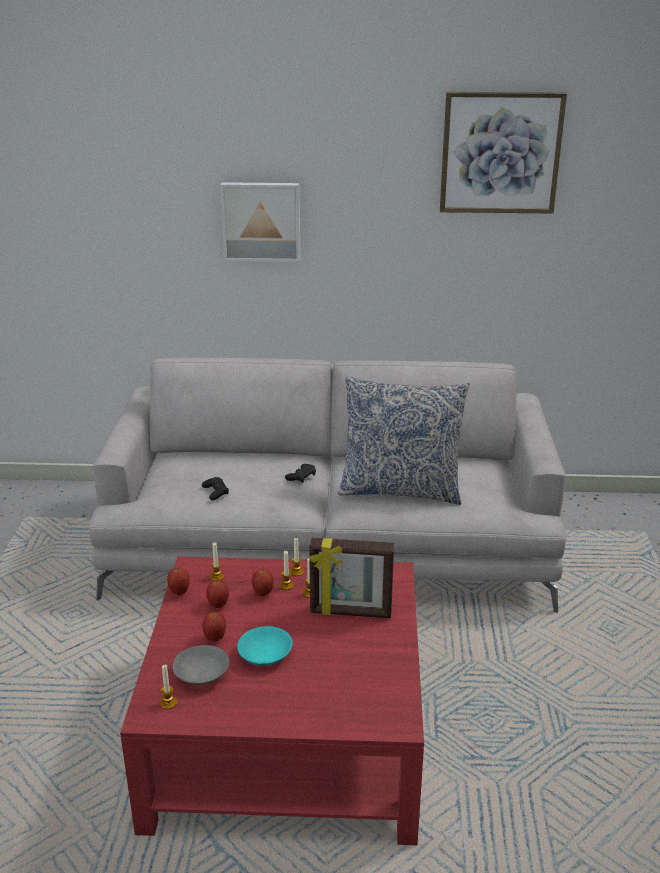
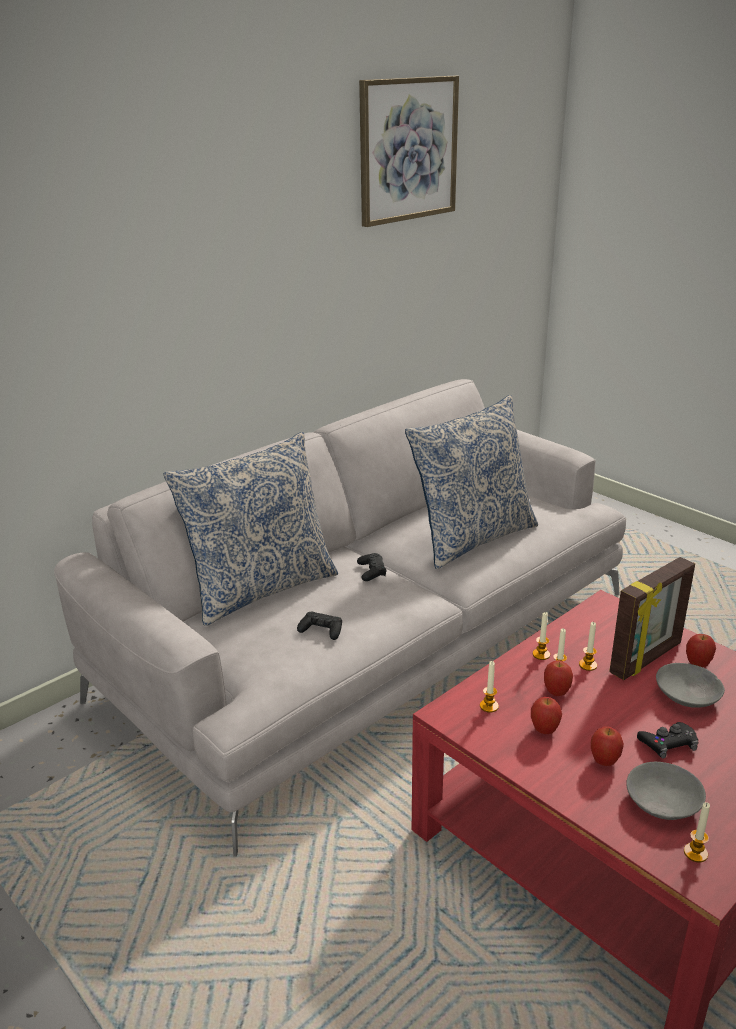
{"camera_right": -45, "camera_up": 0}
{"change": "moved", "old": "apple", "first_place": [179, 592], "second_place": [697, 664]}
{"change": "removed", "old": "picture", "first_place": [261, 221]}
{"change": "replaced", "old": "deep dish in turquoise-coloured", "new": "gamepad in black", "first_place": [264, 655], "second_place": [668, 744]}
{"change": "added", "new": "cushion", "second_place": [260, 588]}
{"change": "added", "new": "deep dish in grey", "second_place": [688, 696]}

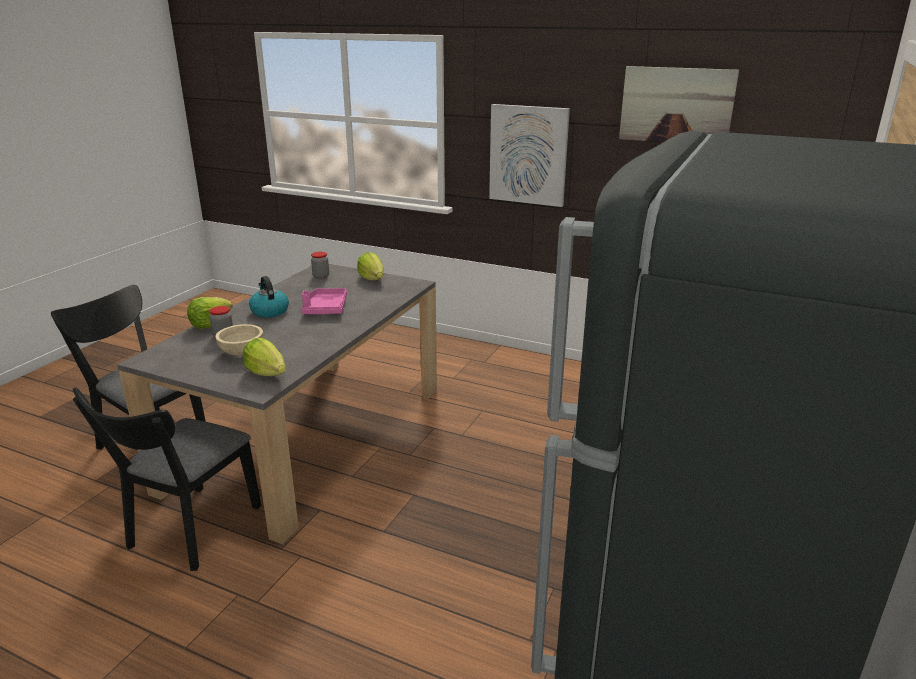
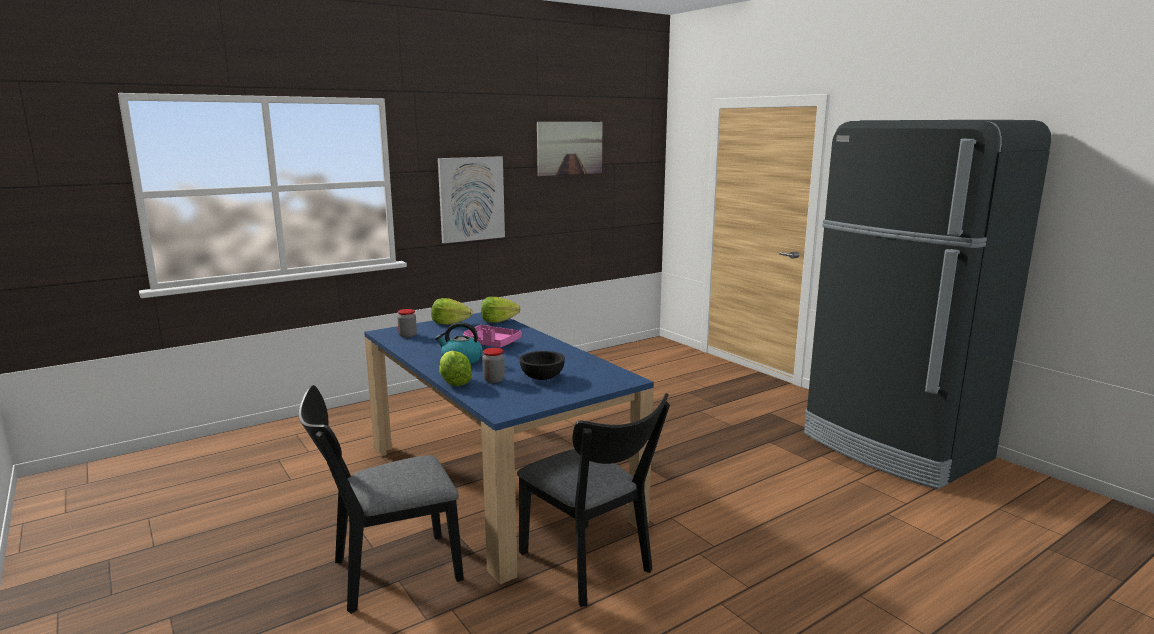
{"camera_right": -60, "camera_up": -10}
{"change": "recoloured", "old": "dining table in grey", "new": "dining table in blue", "first_place": [309, 436], "second_place": [496, 482]}
{"change": "recoloured", "old": "deep dish in beige-coloured", "new": "deep dish in black", "first_place": [241, 352], "second_place": [542, 377]}
{"change": "moved", "old": "head of lettuce", "first_place": [267, 373], "second_place": [498, 321]}

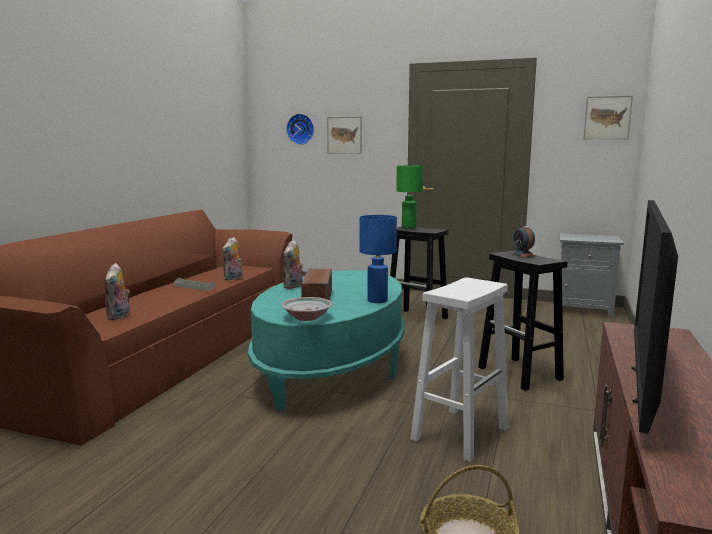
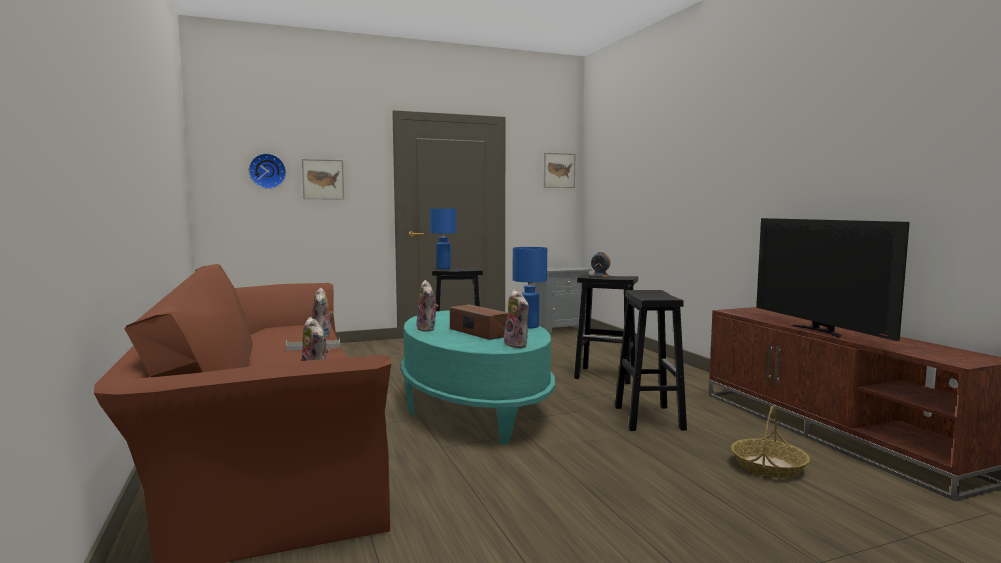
{"camera_right": -40, "camera_up": -5}
{"change": "replaced", "old": "deep dish", "new": "cuddly toy", "first_place": [306, 317], "second_place": [518, 345]}
{"change": "recoloured", "old": "tabletop lamp in green", "new": "tabletop lamp in blue", "first_place": [409, 227], "second_place": [443, 268]}
{"change": "recoloured", "old": "stool seat in whitish", "new": "stool seat in black", "first_place": [460, 433], "second_place": [648, 417]}

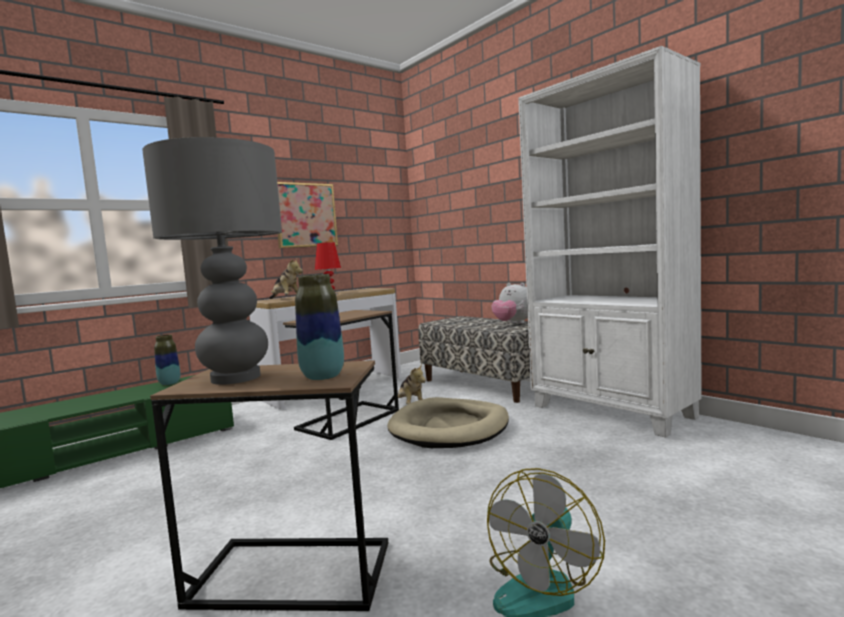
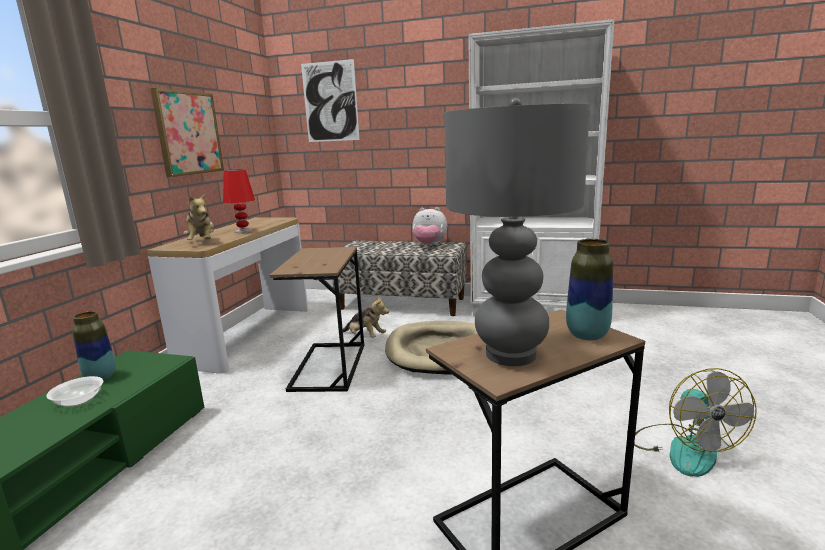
{"camera_right": -35, "camera_up": 10}
{"change": "turned", "old": "cuddly toy", "first_place": [286, 299], "second_place": [202, 242], "degrees": 60}
{"change": "added", "new": "deep dish", "second_place": [79, 400]}
{"change": "added", "new": "picture", "second_place": [330, 102]}

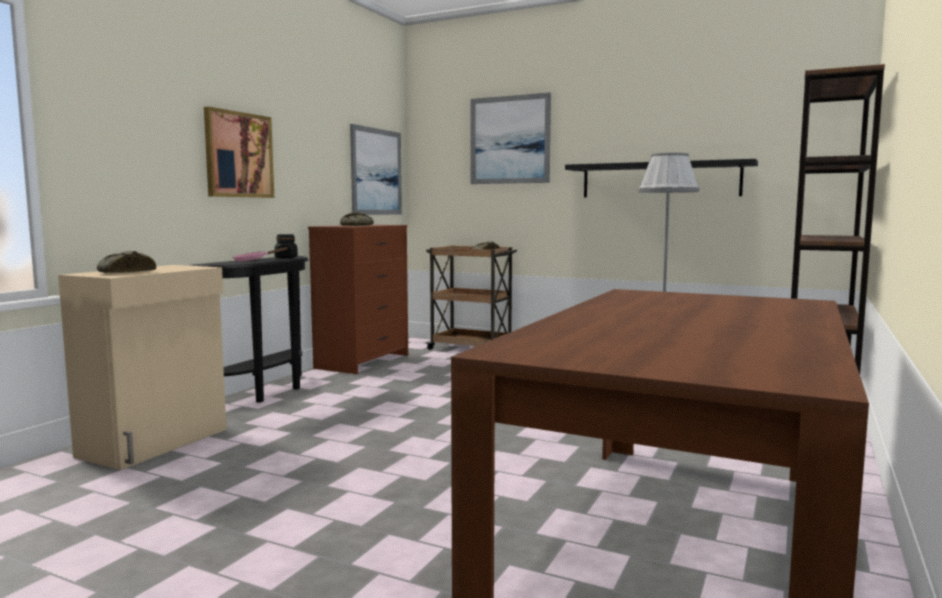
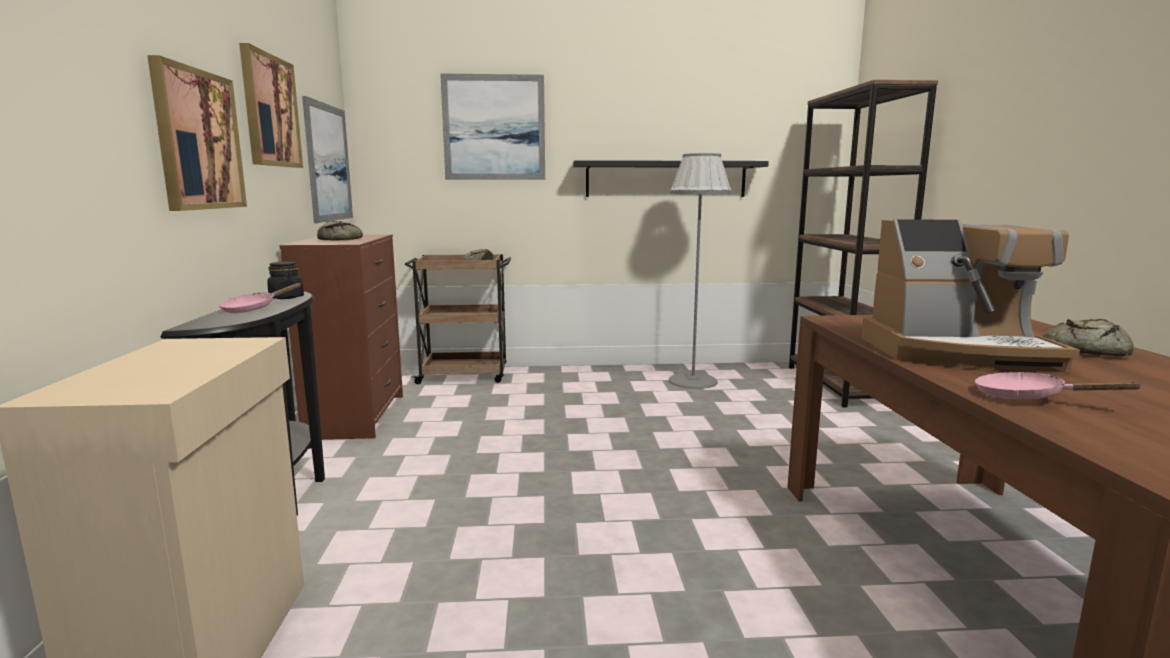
{"camera_right": -30, "camera_up": 5}
{"change": "moved", "old": "bread", "first_place": [124, 272], "second_place": [1082, 349]}
{"change": "added", "new": "picture", "second_place": [270, 111]}
{"change": "added", "new": "coffee maker", "second_place": [957, 353]}
{"change": "added", "new": "skillet in pink-coloured", "second_place": [1028, 397]}

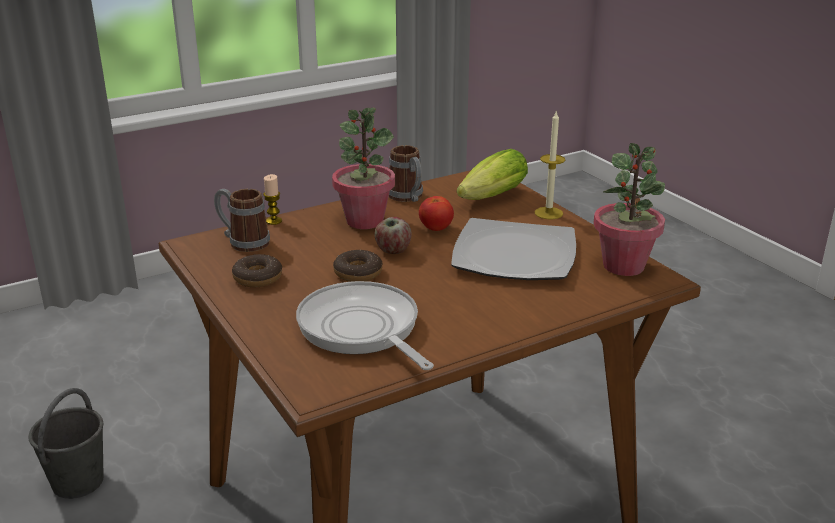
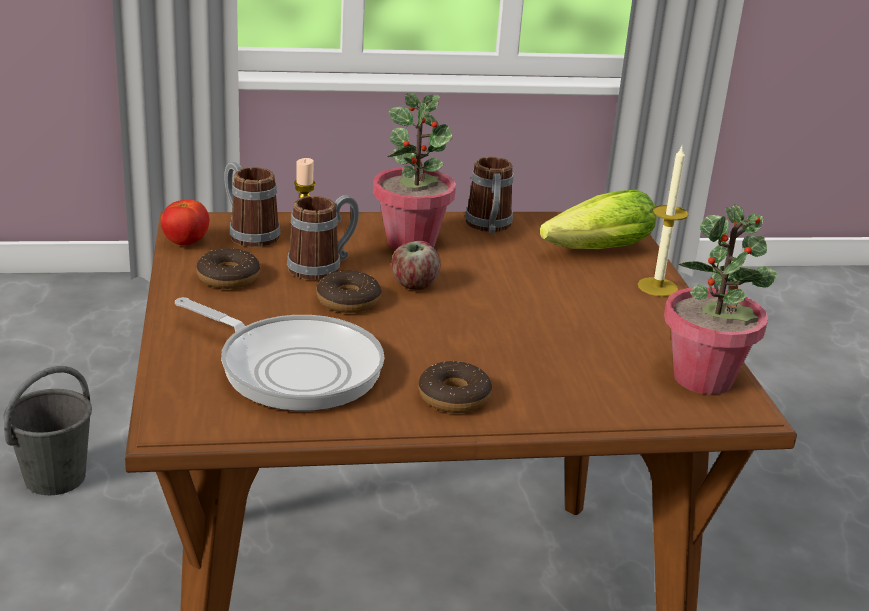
{"camera_right": 20, "camera_up": 0}
{"change": "turned", "old": "skillet", "first_place": [362, 330], "second_place": [293, 368], "degrees": 135}
{"change": "moved", "old": "fresh tomato", "first_place": [436, 228], "second_place": [185, 242]}
{"change": "removed", "old": "dinner plate", "first_place": [515, 256]}
{"change": "added", "new": "tea mug", "second_place": [323, 267]}
{"change": "added", "new": "doughnut", "second_place": [454, 397]}

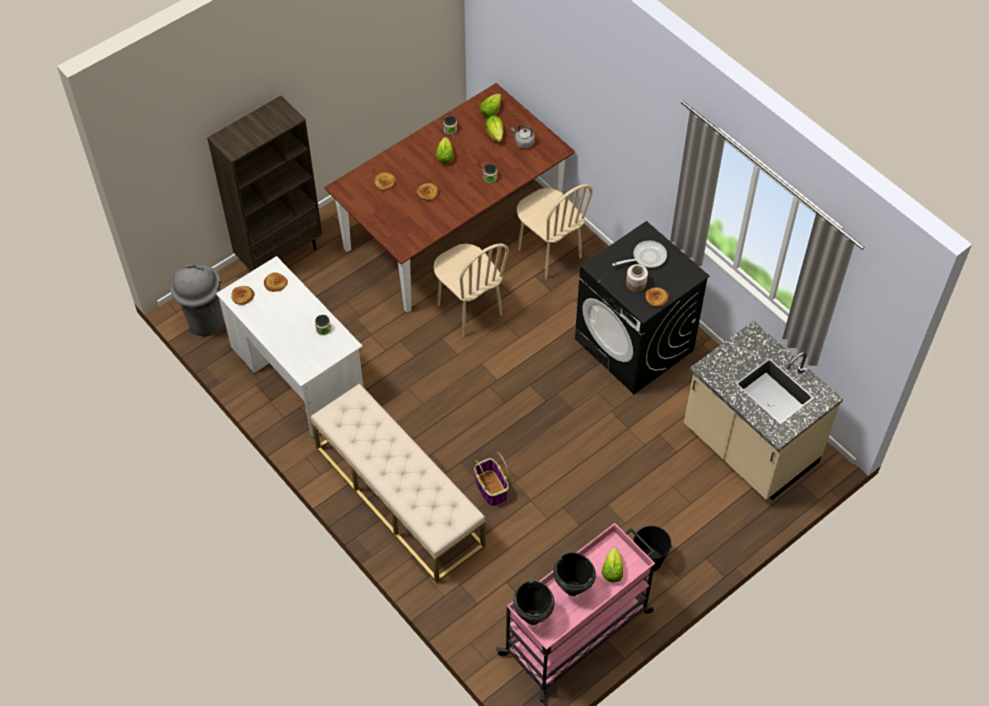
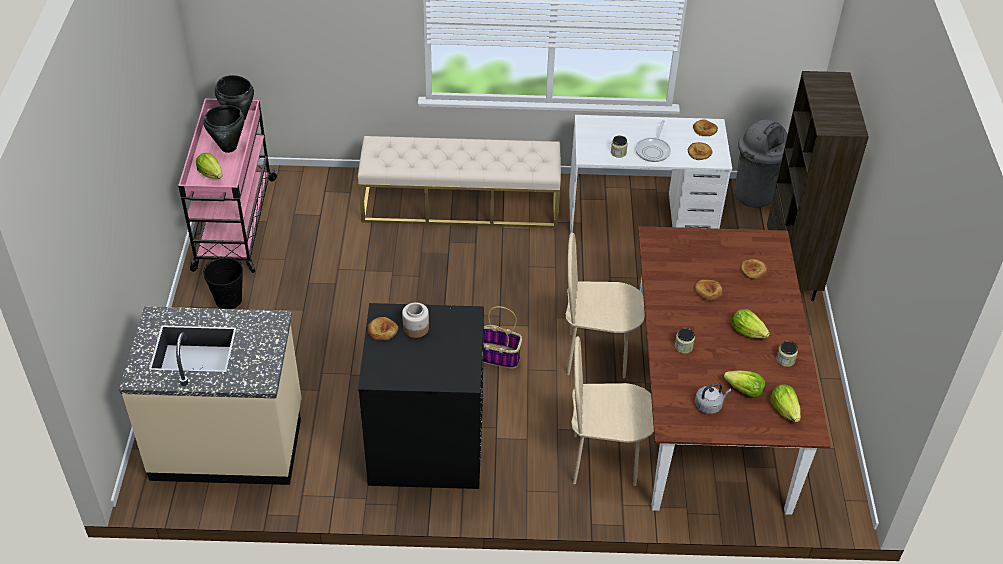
{"camera_right": 130, "camera_up": -10}
{"change": "moved", "old": "household basket", "first_place": [490, 488], "second_place": [498, 356]}
{"change": "moved", "old": "skillet", "first_place": [646, 257], "second_place": [653, 150]}

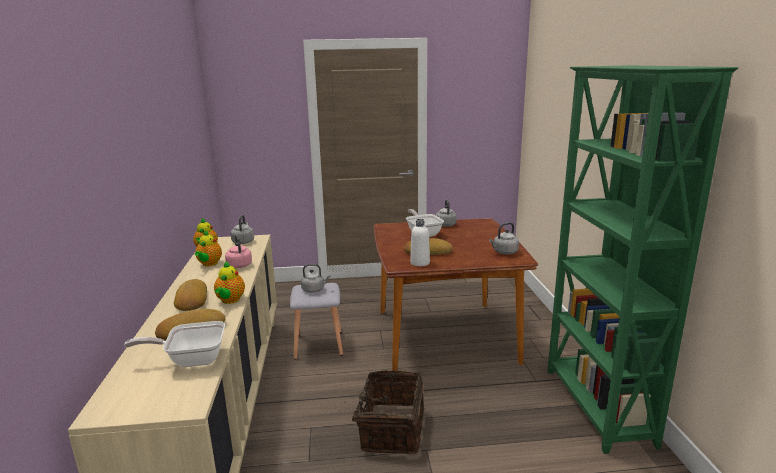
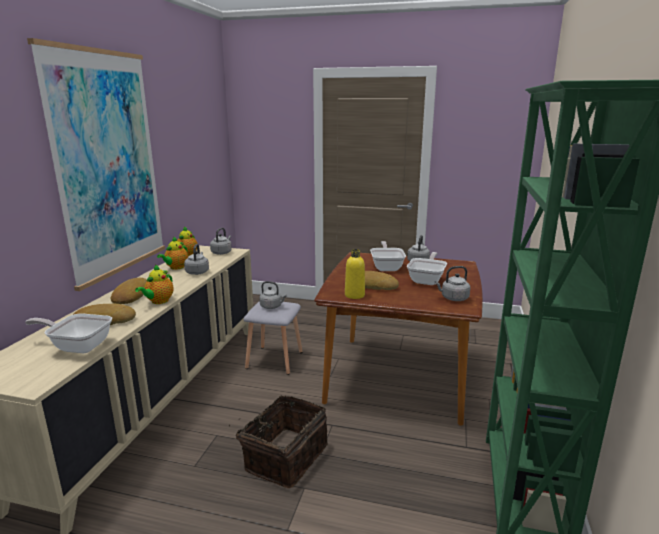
{"camera_right": 20, "camera_up": 0}
{"change": "recoloured", "old": "kettle in pink-coloured", "new": "kettle in grey", "first_place": [239, 265], "second_place": [197, 272]}
{"change": "recoloured", "old": "bottle in whitish", "new": "bottle in yellowish", "first_place": [420, 263], "second_place": [354, 295]}
{"change": "added", "new": "picture", "second_place": [108, 165]}
{"change": "added", "new": "skillet", "second_place": [427, 280]}

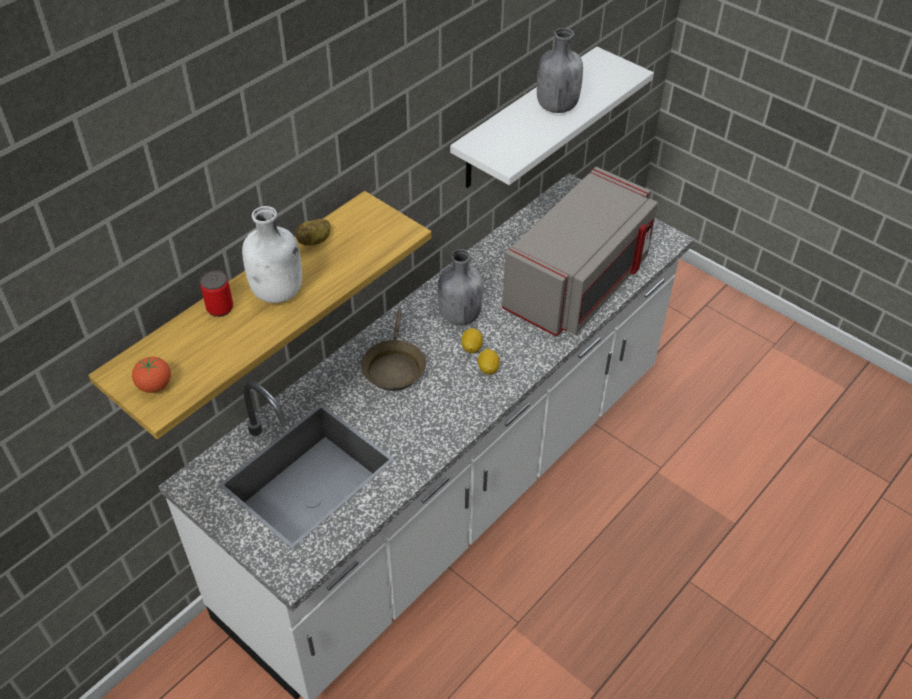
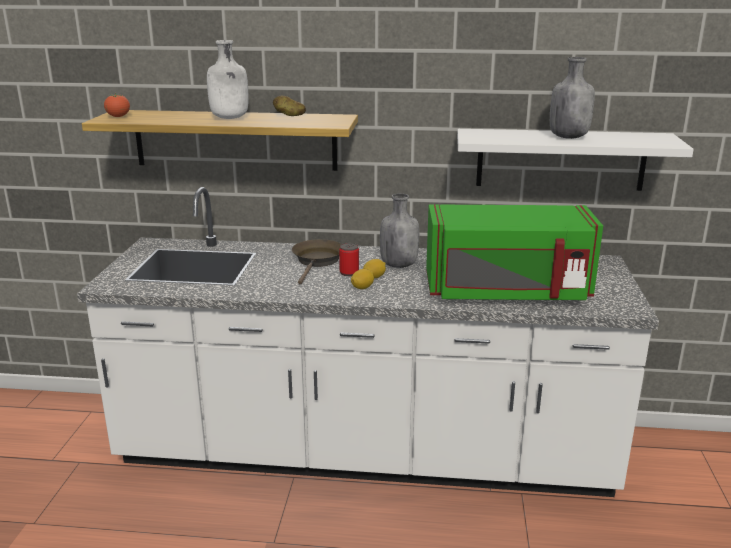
{"camera_right": 55, "camera_up": -25}
{"change": "moved", "old": "sealed can", "first_place": [220, 308], "second_place": [349, 273]}
{"change": "turned", "old": "skillet in brown", "first_place": [393, 367], "second_place": [317, 261], "degrees": 135}
{"change": "recoloured", "old": "microwave oven in grey", "new": "microwave oven in green", "first_place": [579, 284], "second_place": [507, 292]}

